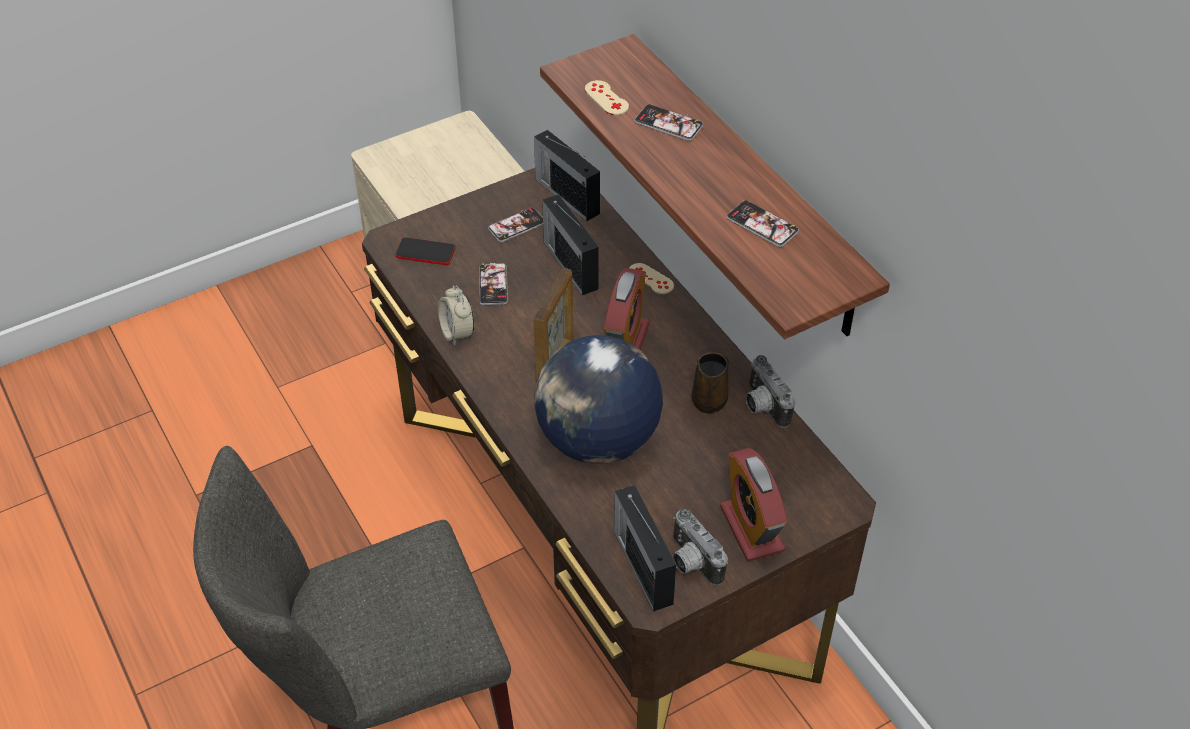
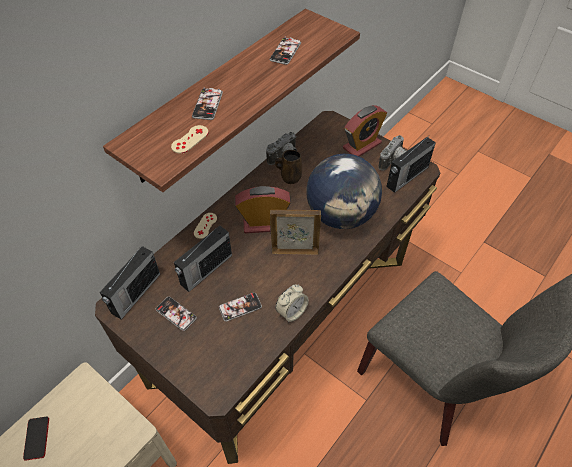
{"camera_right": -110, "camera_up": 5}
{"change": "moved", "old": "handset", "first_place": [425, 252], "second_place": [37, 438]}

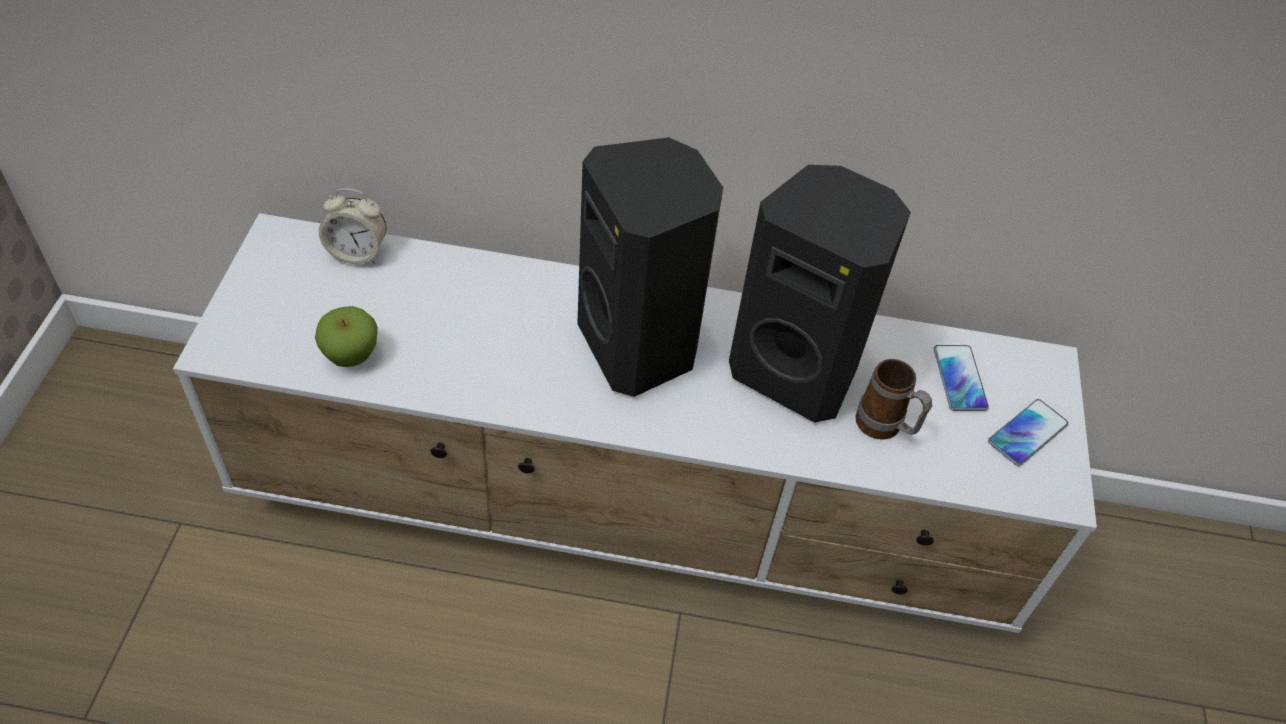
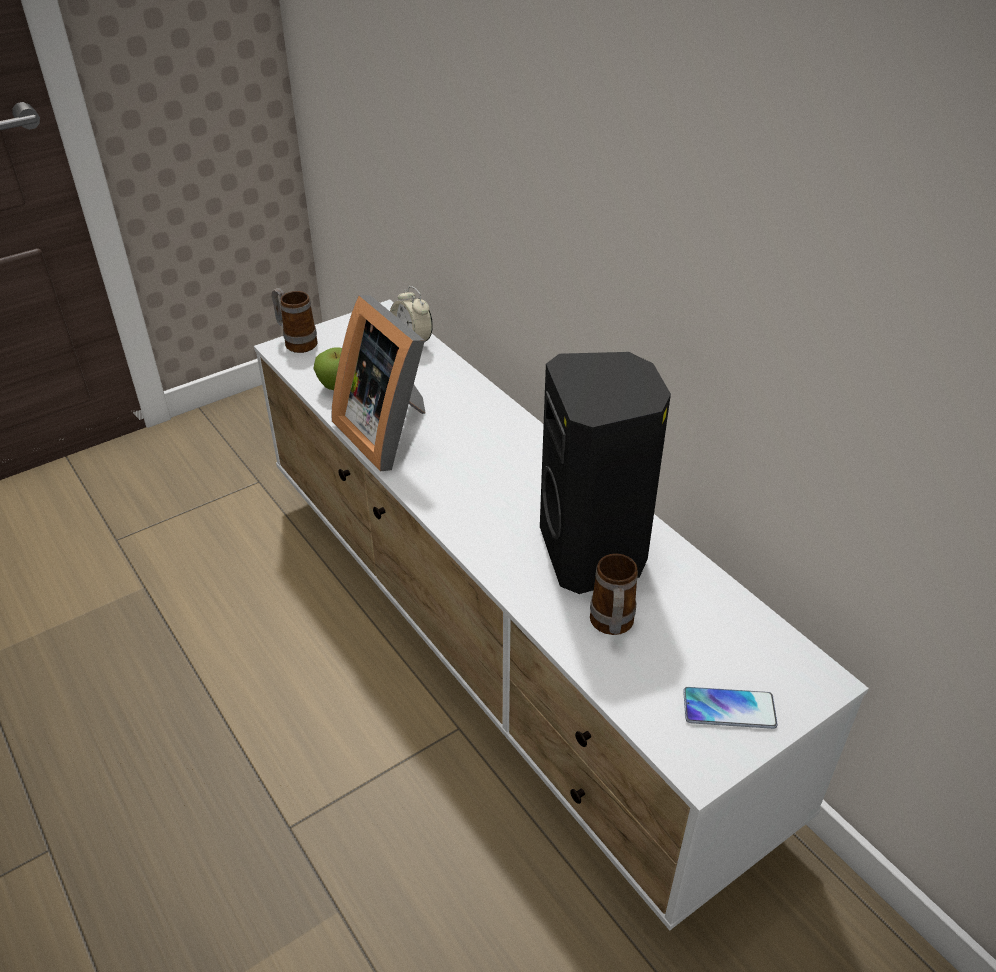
{"camera_right": 50, "camera_up": -10}
{"change": "removed", "old": "audio speaker in black", "first_place": [640, 346]}
{"change": "removed", "old": "handset", "first_place": [959, 378]}
{"change": "added", "new": "tea mug", "second_place": [296, 342]}
{"change": "added", "new": "photo frame", "second_place": [389, 432]}

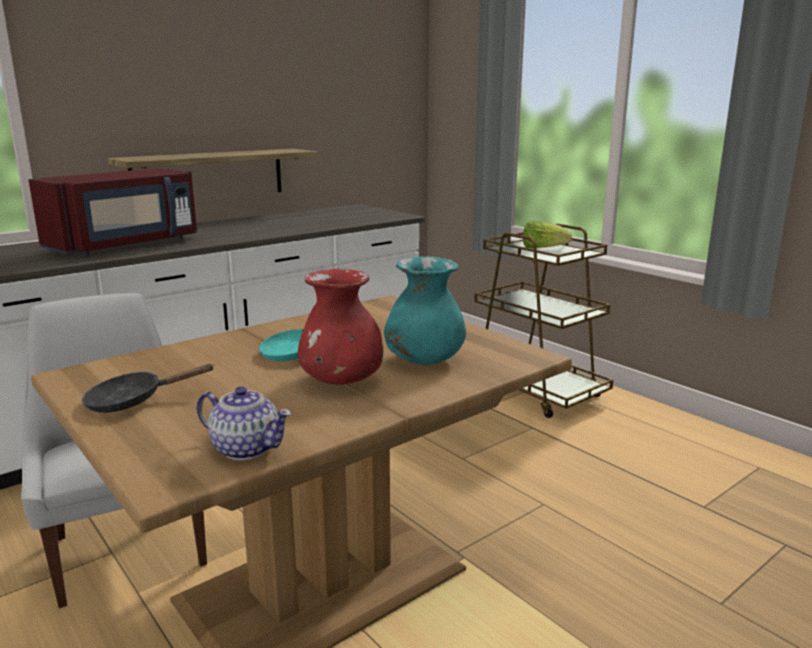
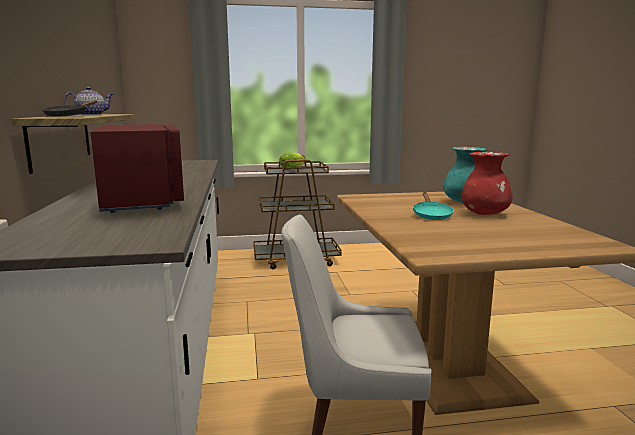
{"camera_right": -60, "camera_up": -5}
{"change": "moved", "old": "skillet in black", "first_place": [133, 401], "second_place": [69, 116]}
{"change": "moved", "old": "teapot", "first_place": [246, 448], "second_place": [90, 114]}

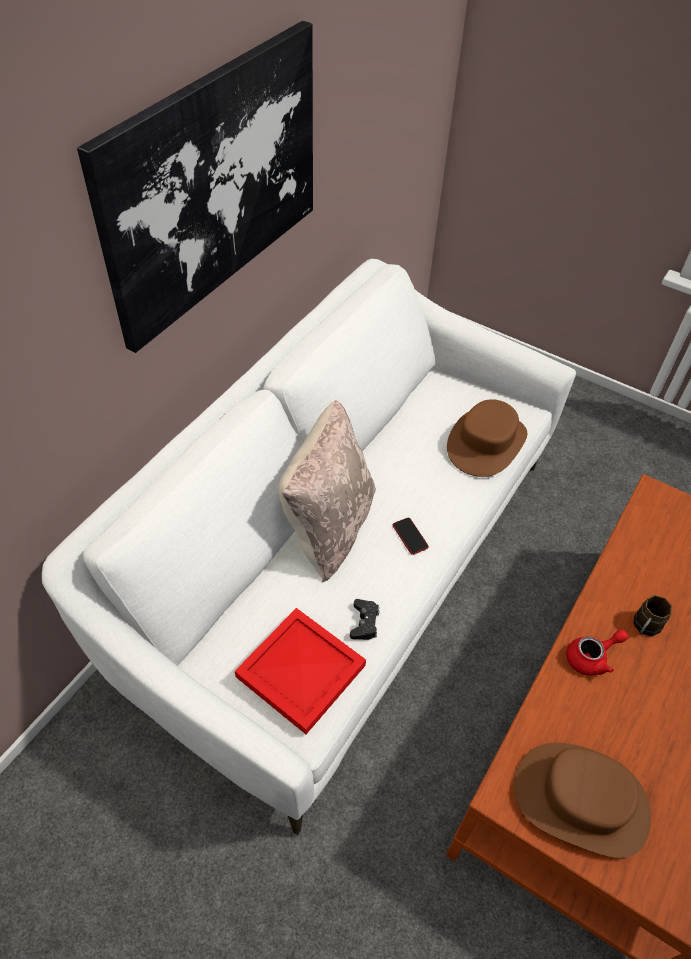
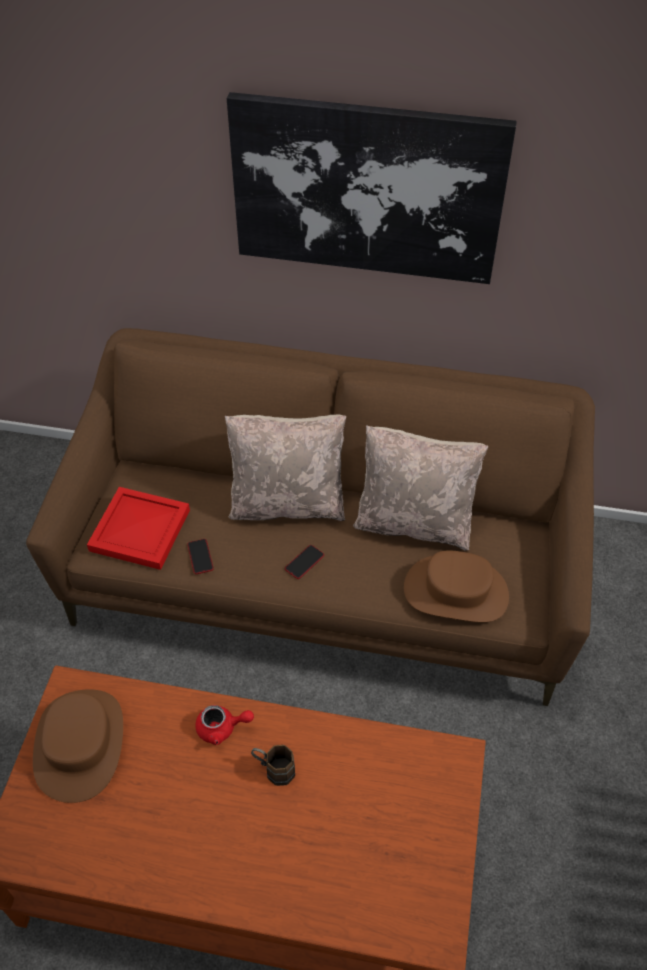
{"camera_right": 70, "camera_up": 0}
{"change": "recoloured", "old": "settee in whitish", "new": "settee in brown", "first_place": [342, 568], "second_place": [323, 573]}
{"change": "replaced", "old": "gamepad in black", "new": "handset", "first_place": [364, 622], "second_place": [200, 557]}
{"change": "turned", "old": "teapot in reddish", "first_place": [591, 658], "second_place": [222, 728], "degrees": -45}
{"change": "added", "new": "cushion in beige-coloured", "second_place": [414, 522]}

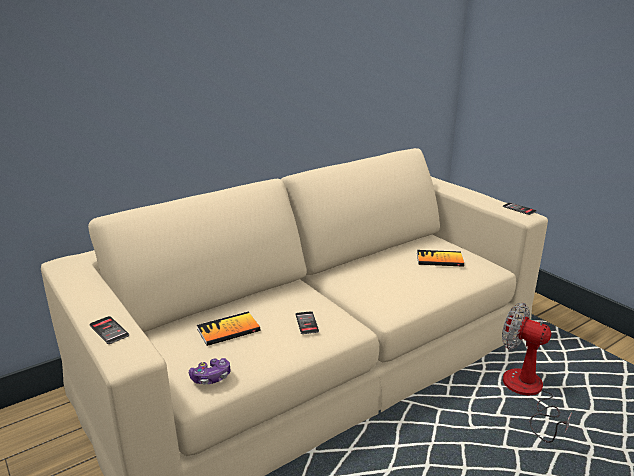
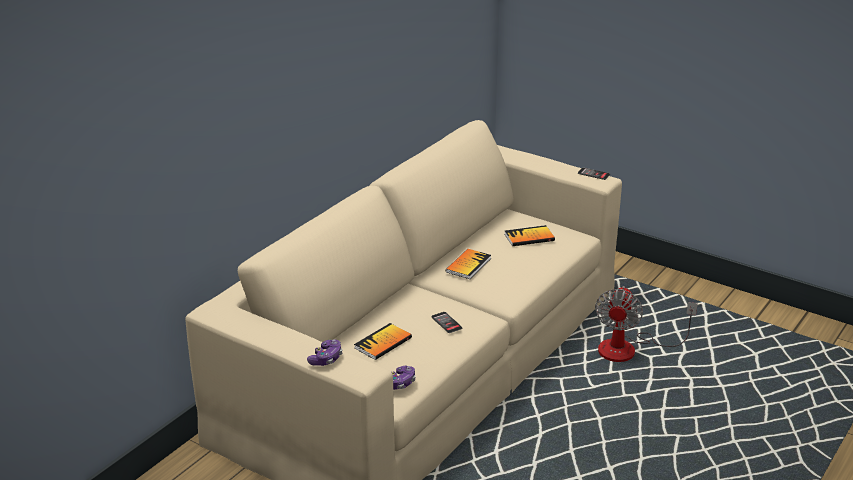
{"camera_right": -20, "camera_up": 5}
{"change": "replaced", "old": "handset", "new": "gamepad", "first_place": [109, 330], "second_place": [326, 359]}
{"change": "turned", "old": "cooling fan", "first_place": [527, 393], "second_place": [629, 349], "degrees": -90}
{"change": "added", "new": "book", "second_place": [468, 265]}

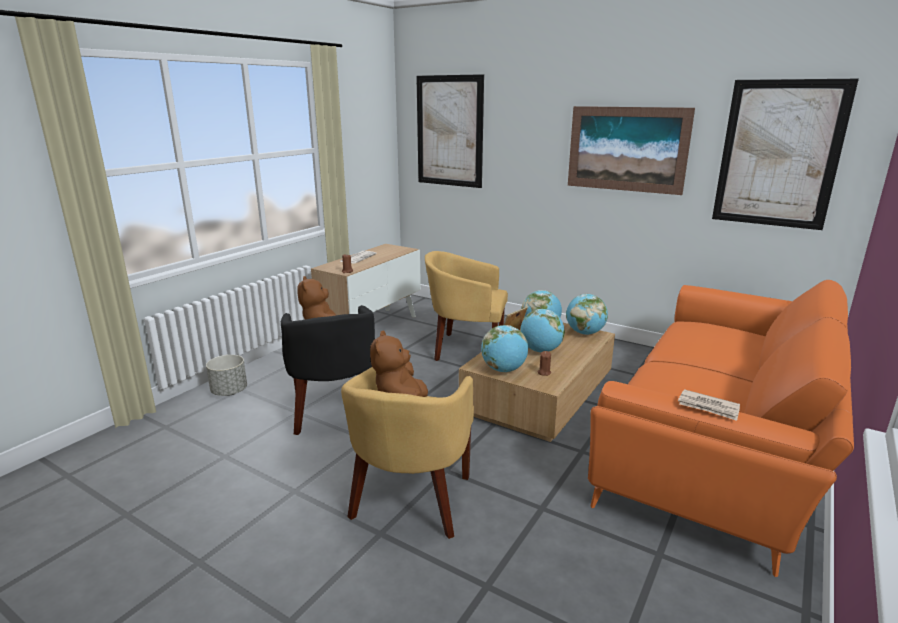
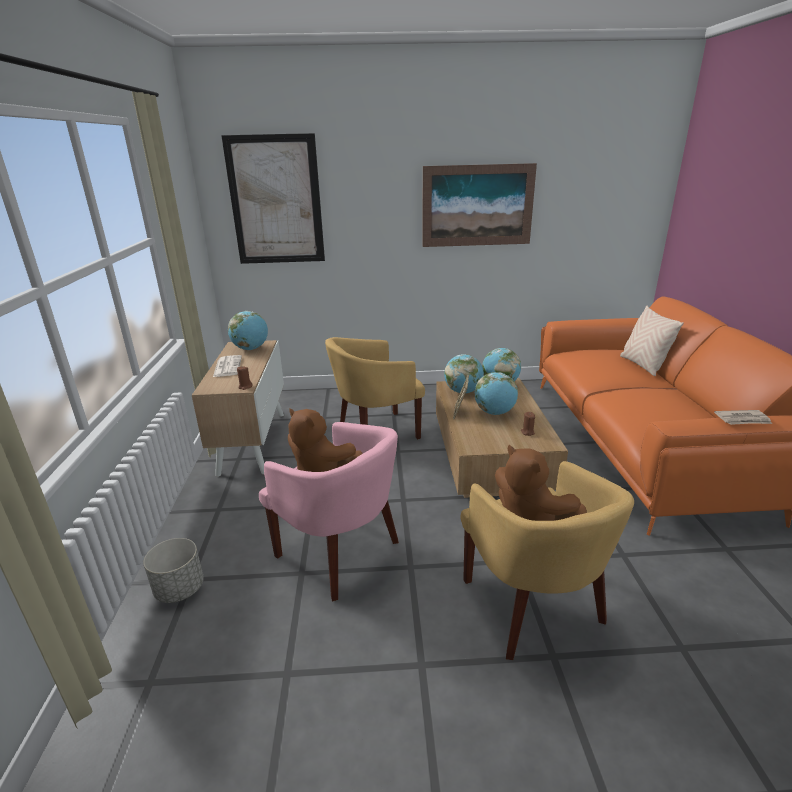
{"camera_right": -35, "camera_up": 5}
{"change": "recoloured", "old": "armchair in black", "new": "armchair in pink-coloured", "first_place": [334, 412], "second_place": [340, 553]}
{"change": "moved", "old": "globe", "first_place": [504, 370], "second_place": [251, 349]}
{"change": "removed", "old": "picture", "first_place": [778, 154]}
{"change": "added", "new": "cushion in beige-coloured", "second_place": [643, 365]}

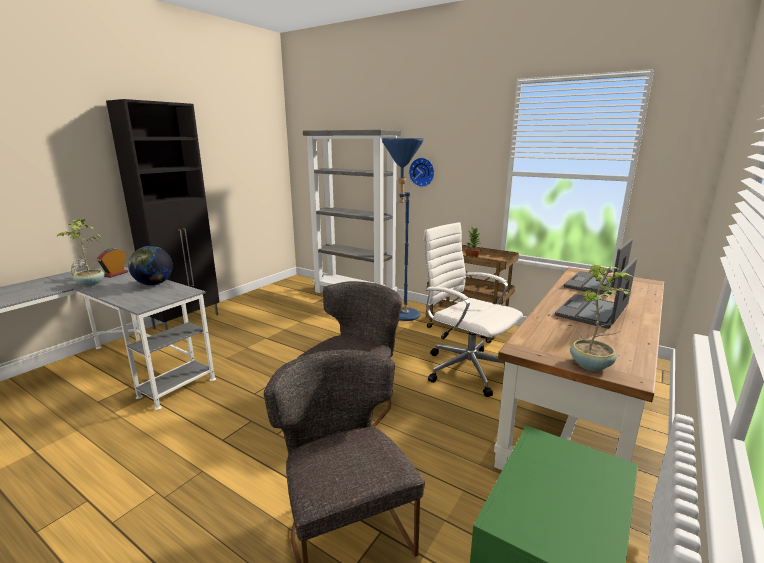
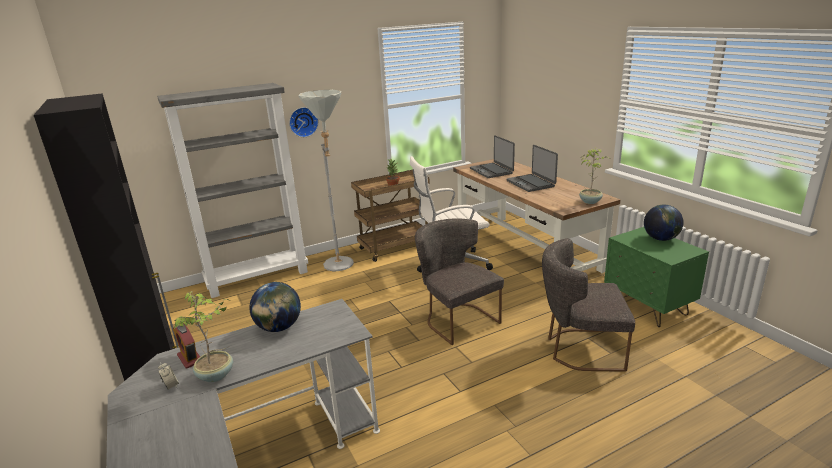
{"camera_right": -60, "camera_up": 5}
{"change": "recoloured", "old": "standard lamp in blue", "new": "standard lamp in grey", "first_place": [401, 317], "second_place": [340, 267]}
{"change": "added", "new": "globe", "second_place": [660, 239]}

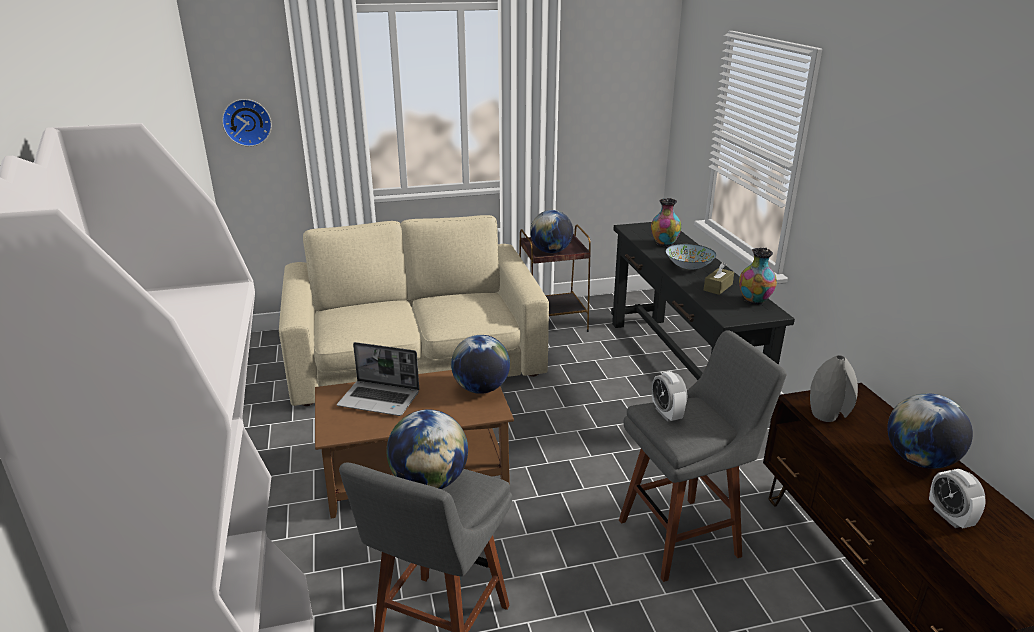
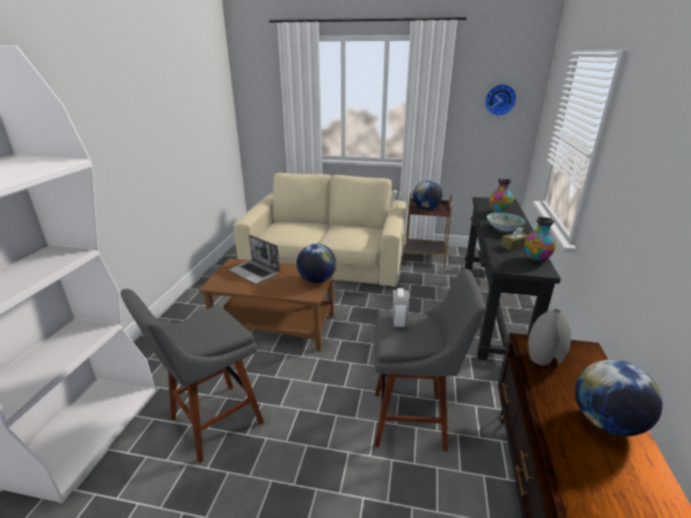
{"camera_right": 25, "camera_up": 0}
{"change": "moved", "old": "wall clock", "first_place": [247, 122], "second_place": [500, 100]}
{"change": "removed", "old": "globe", "first_place": [429, 482]}
{"change": "removed", "old": "table clock", "first_place": [950, 517]}

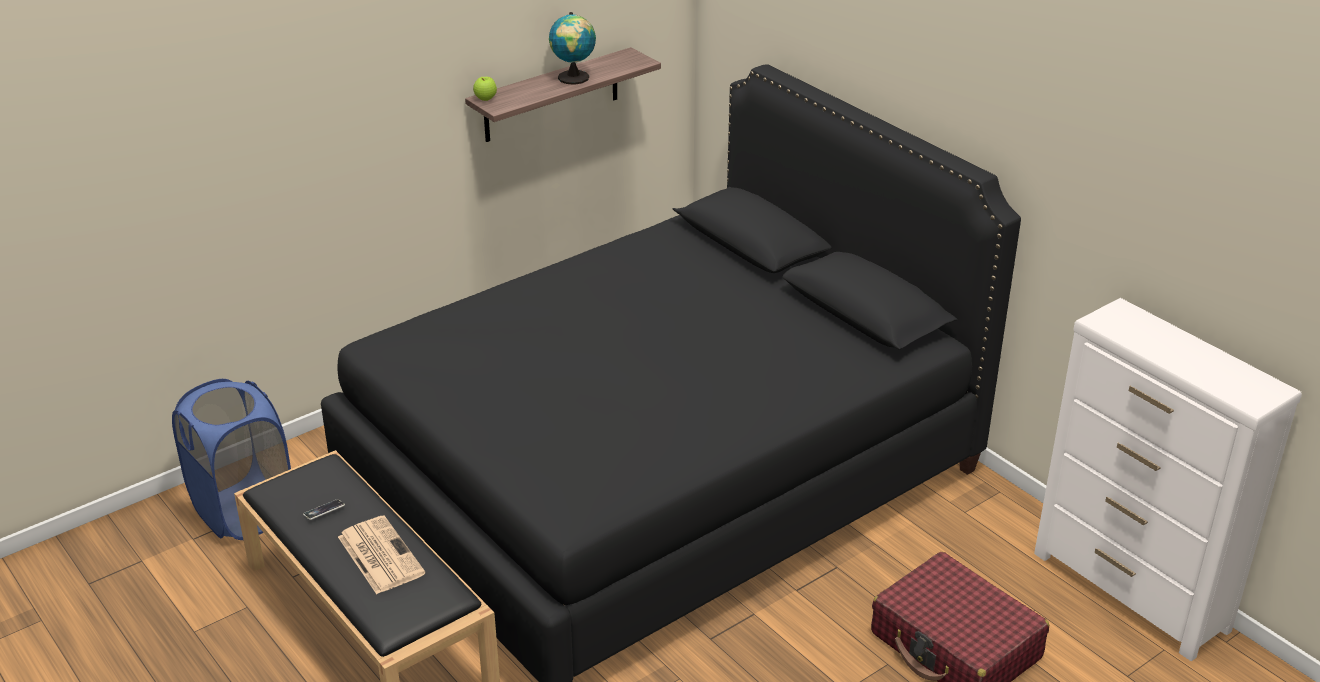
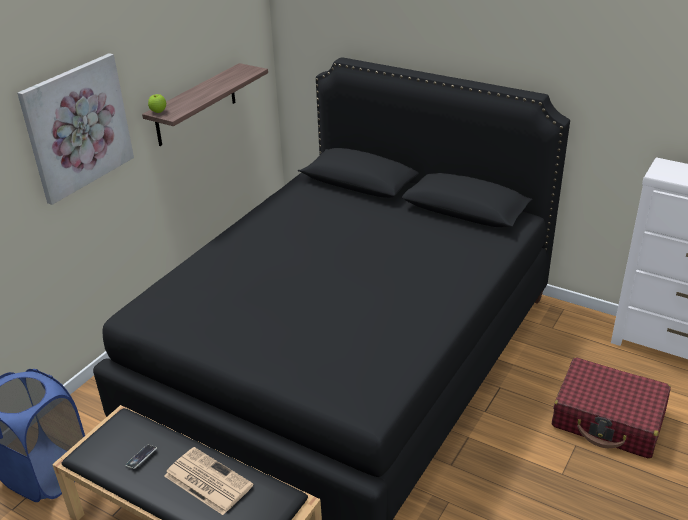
{"camera_right": -20, "camera_up": 0}
{"change": "removed", "old": "globe", "first_place": [574, 79]}
{"change": "added", "new": "picture", "second_place": [77, 127]}

